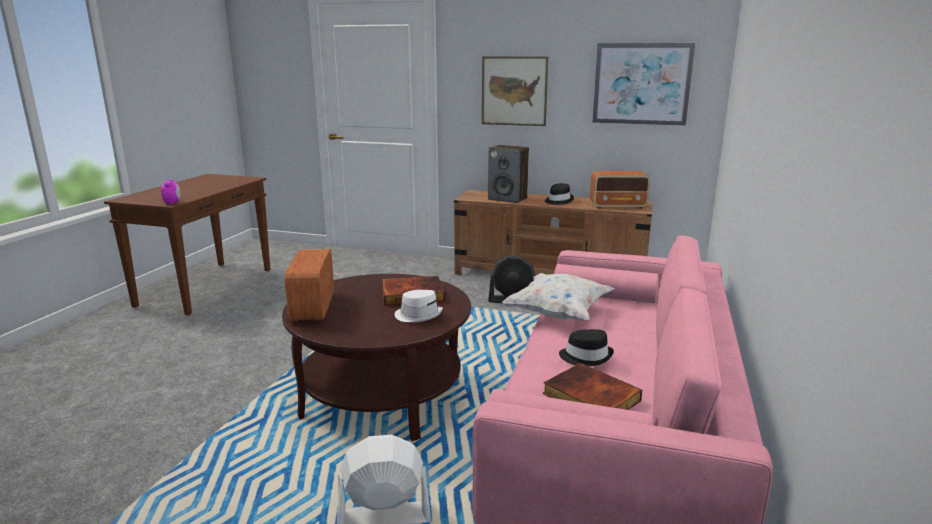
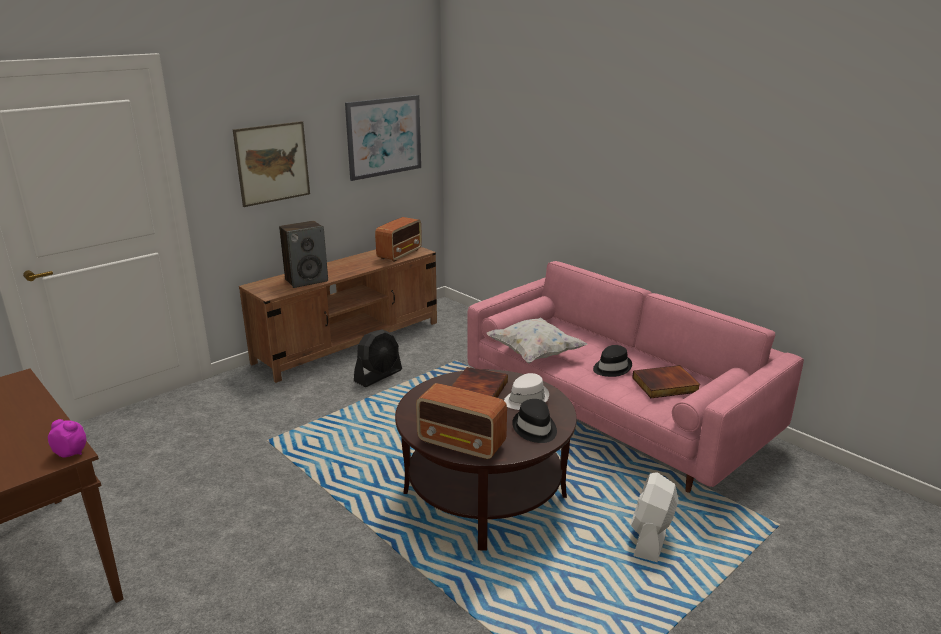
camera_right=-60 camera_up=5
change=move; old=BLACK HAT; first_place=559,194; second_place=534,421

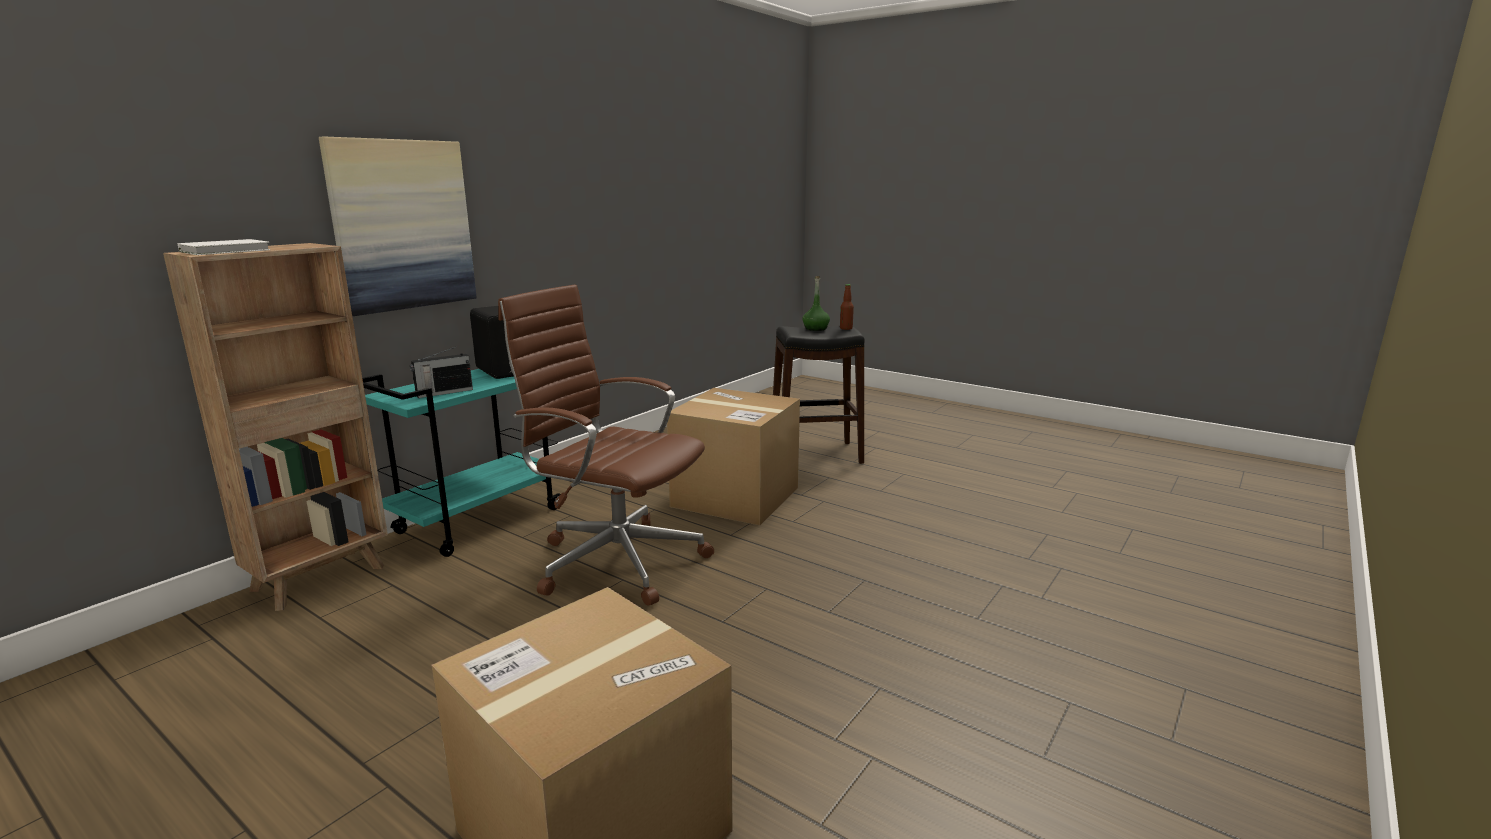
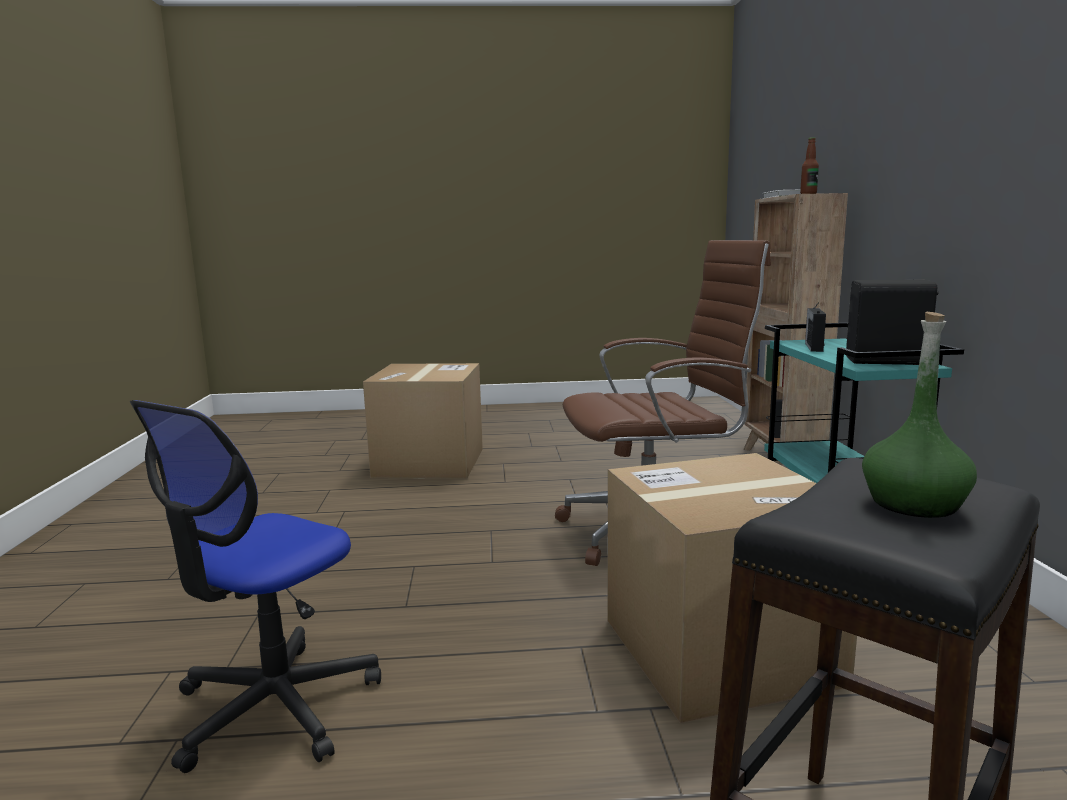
camera_right=140 camera_up=-5
change=delete; old=WALL ART; first_place=398,226
change=insert; new=OFFICE CHAIR; second_place=255,586
change=move; old=BOTTLE; first_place=847,307; second_place=809,165

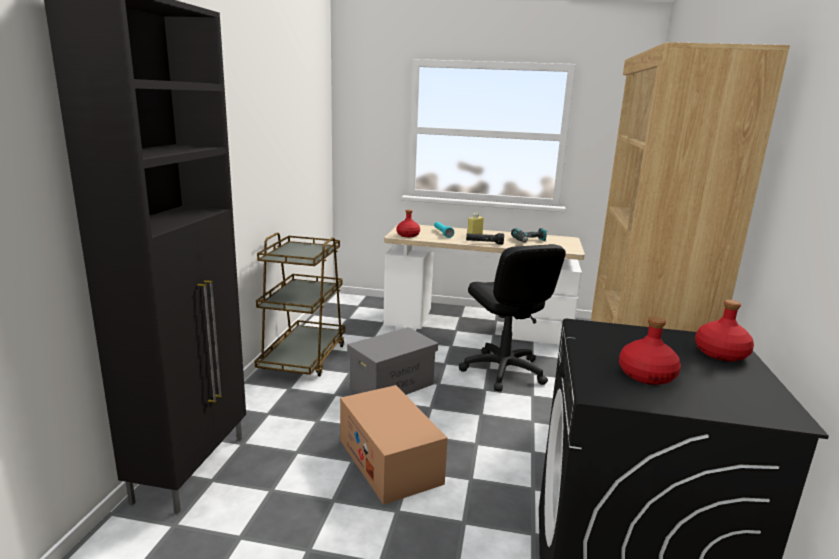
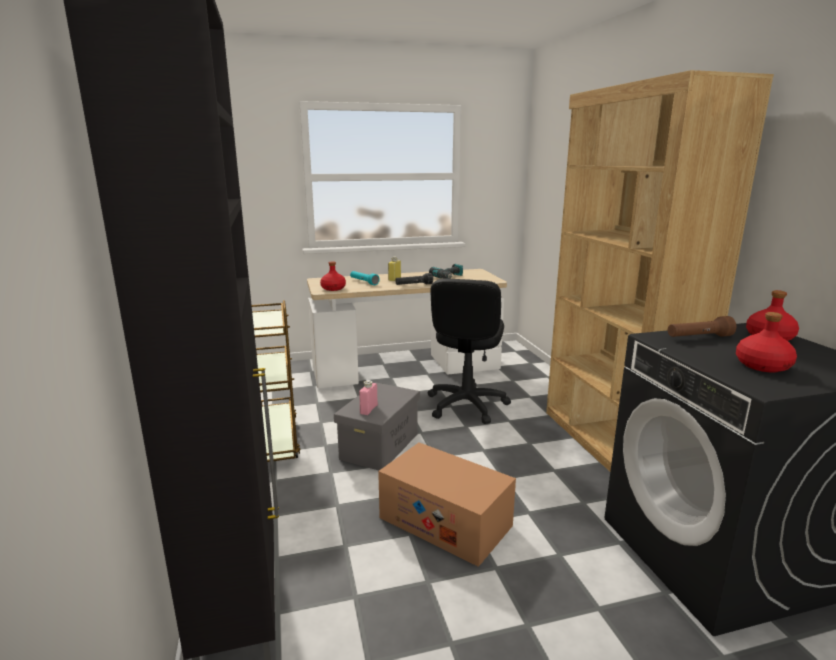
camera_right=-25 camera_up=0
change=insert; new=PINKISH BOTTLE; second_place=368,397
change=insert; new=BROWNISH HAND TORCH; second_place=702,326
change=rotate; old=BLACK OFFICE CHAIR; first_place=512,318; second_place=469,351; degrees=60

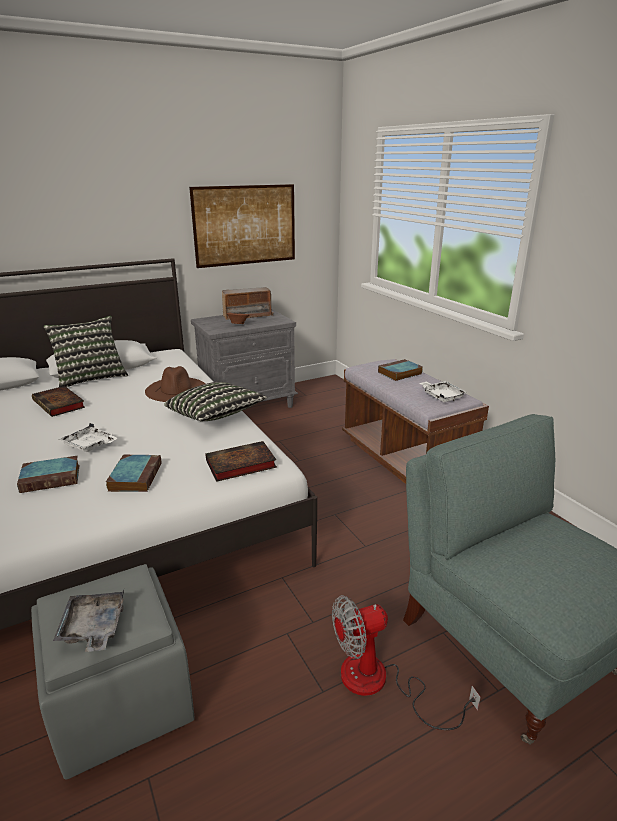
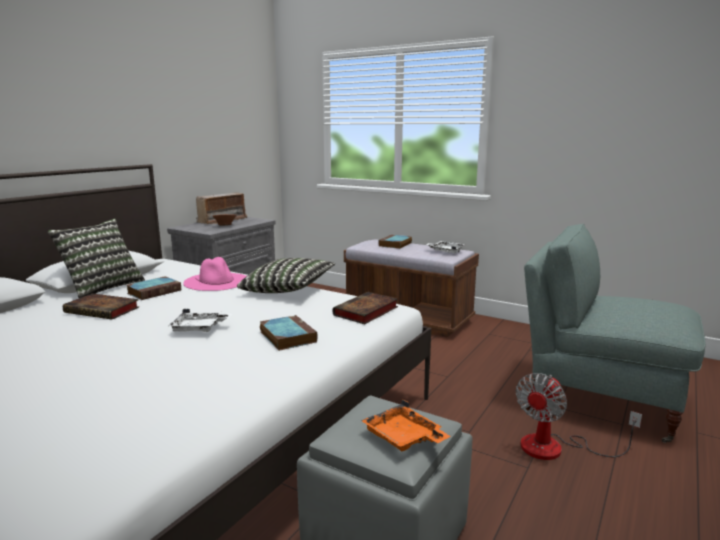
camera_right=-30 camera_up=-10
change=delete; old=WALL ART; first_place=242,226
change=move; old=BOUND BOOK; first_place=48,474; second_place=154,288
change=recolor; old=GRAY SERVING TRAY; new=ORANGE-COLOURED SERVING TRAY; first_place=88,621; second_place=406,425
change=recolor; old=BROWNISH HAT; new=PINKISH HAT; first_place=175,384; second_place=214,274

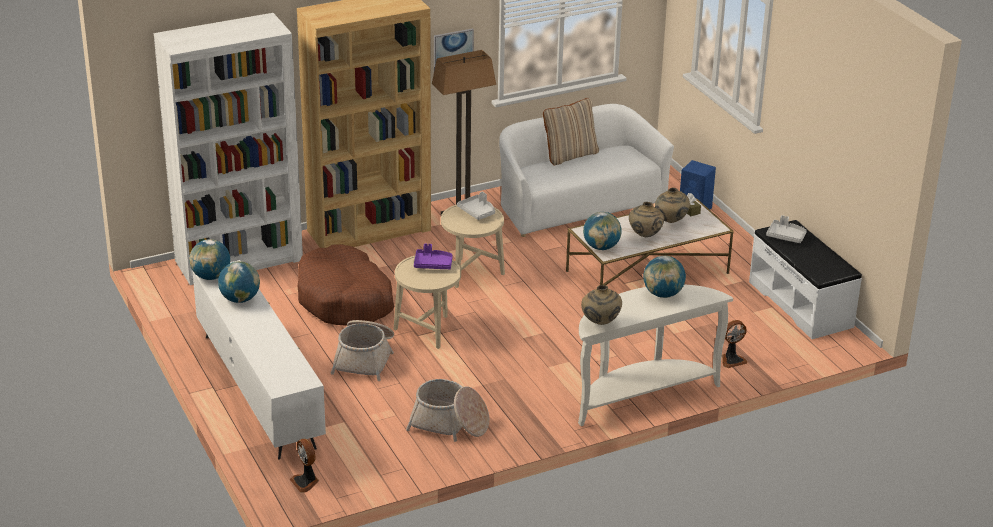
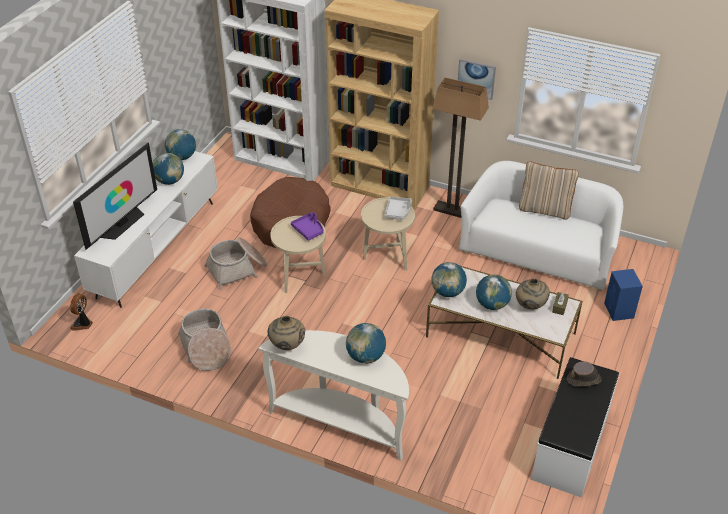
camera_right=50 camera_up=10
change=delete; old=FAN; first_place=734,344
change=insert; new=TV SET; second_place=115,196
change=replace; old=BEIGE-COLOURED VASE; new=WORLD GLOBE; first_place=646,219; second_place=494,292
change=replace; old=GRAY SERVING TRAY; new=BROWNISH HAT; first_place=786,229; second_place=584,374

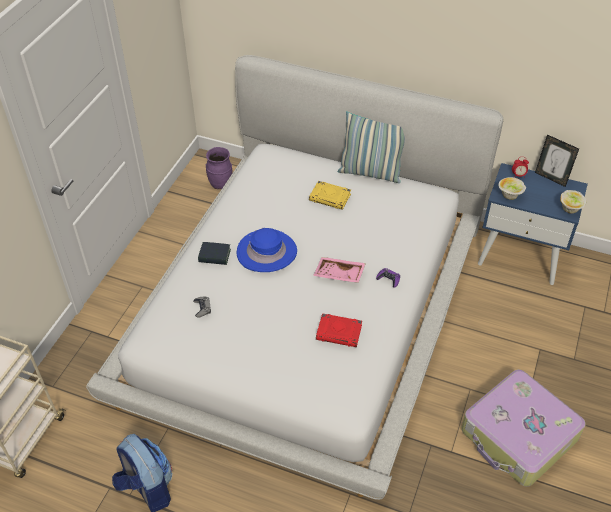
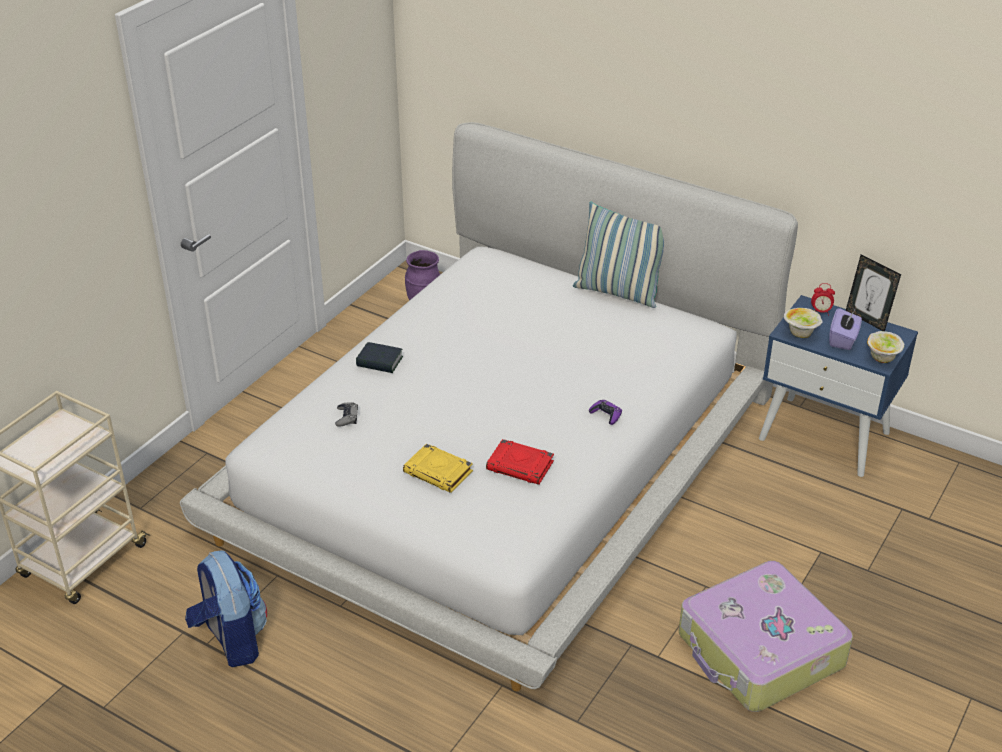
camera_right=10 camera_up=-10
change=delete; old=BLUE-COLOURED HAT; first_place=267,250
change=delete; old=PINKISH SERVING TRAY; first_place=339,270
change=insert; new=PURPLE-COLOURED TISSUE HOLDER; second_place=845,329
change=move; old=YELLOW BOUND BOOK; first_place=330,195; second_place=438,468

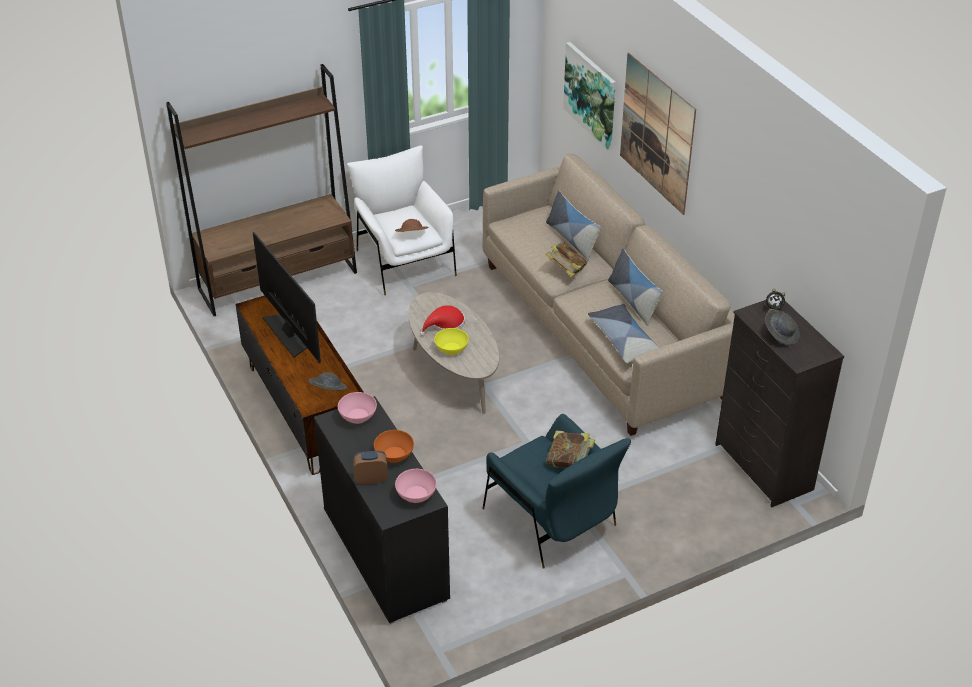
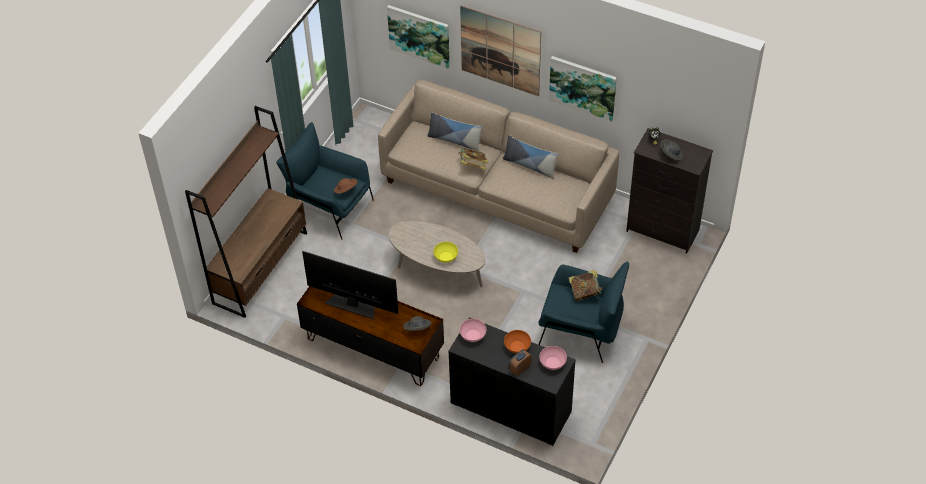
camera_right=-35 camera_up=10
change=delete; old=REDDISH HAT; first_place=442,320
change=delete; old=PILLOW; first_place=624,333
change=insert; new=WALL ART; second_place=583,89
change=recolor; old=WHITE-COLOURED EASY CHAIR; new=BLUE-COLOURED EASY CHAIR; first_place=402,220; second_place=325,181

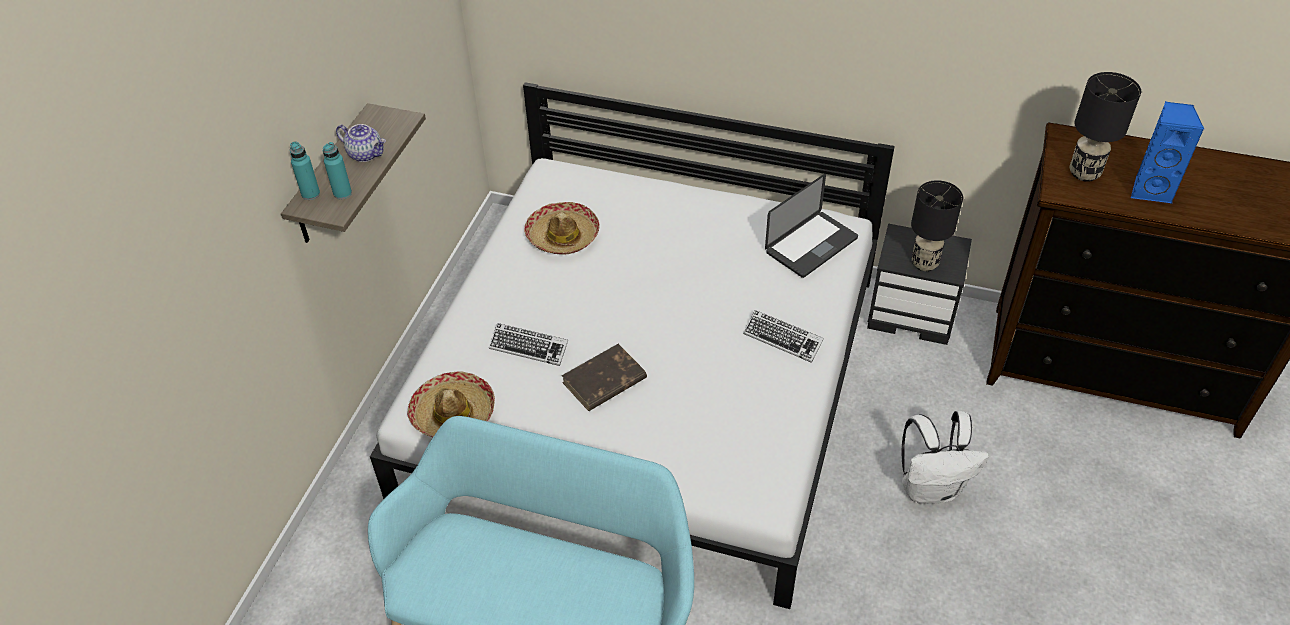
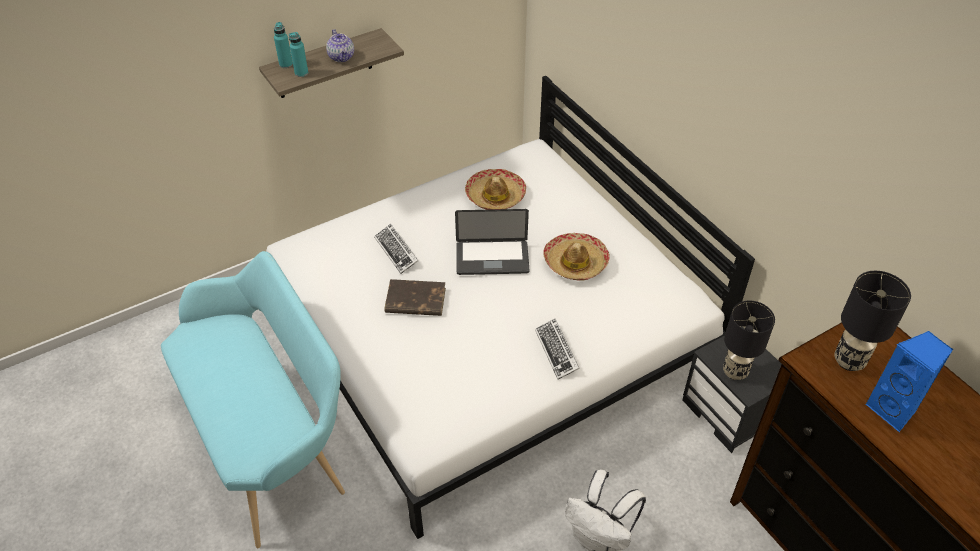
camera_right=40 camera_up=0
change=move; old=HAT; first_place=451,404; second_place=576,257
change=move; old=NOTEBOOK COMPUTER; first_place=811,226; second_place=492,242

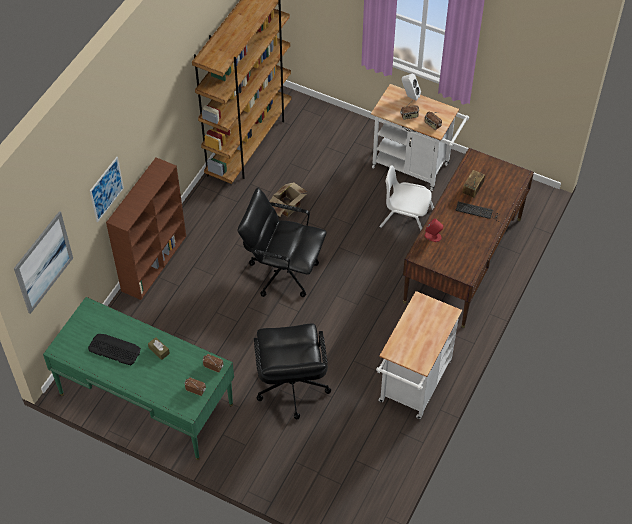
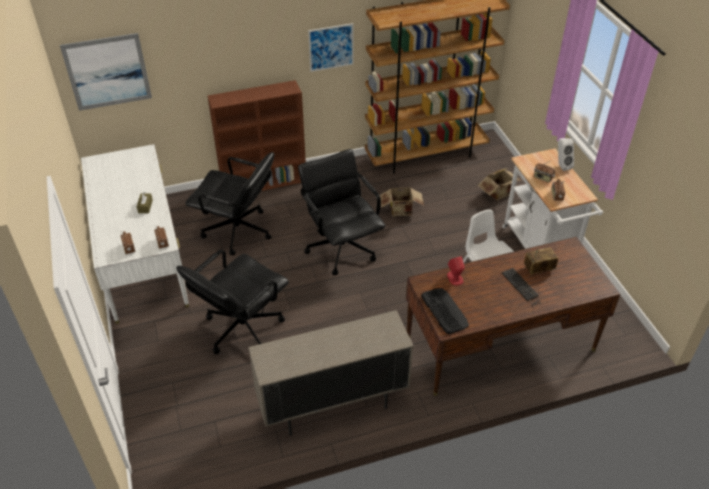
camera_right=45 camera_up=-10
change=insert; new=BLACK OFFICE CHAIR; second_place=229,203
change=insert; new=PACKING BOX; second_place=499,184
change=move; old=KEYBOARD; first_place=114,349; second_place=445,311
change=move; old=WALL ART; first_place=107,189; second_place=330,47
change=replace; old=WHITE-COLOURED TROLLEY; new=BEIGE-COLOURED CABINET; first_place=419,355; second_place=331,373
change=recolor; old=GREEN-COLOURED DESK UNIT; new=WHITE-COLOURED DESK UNIT; first_place=138,378; second_place=135,234

